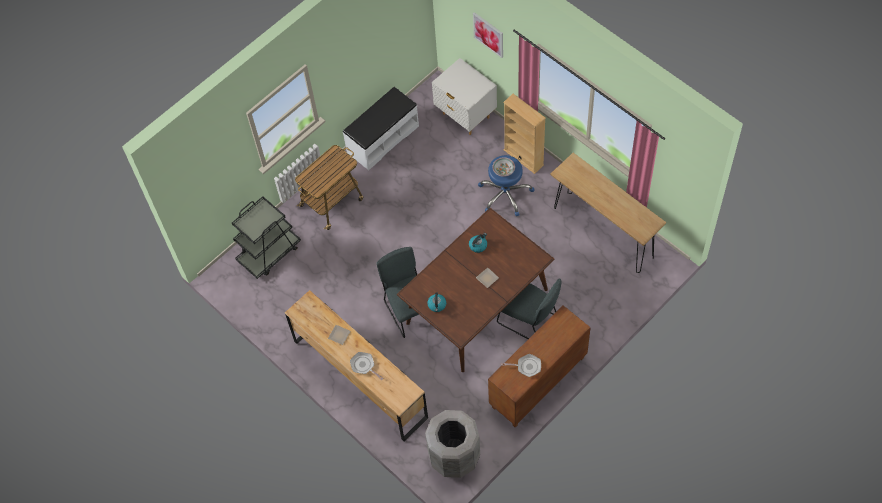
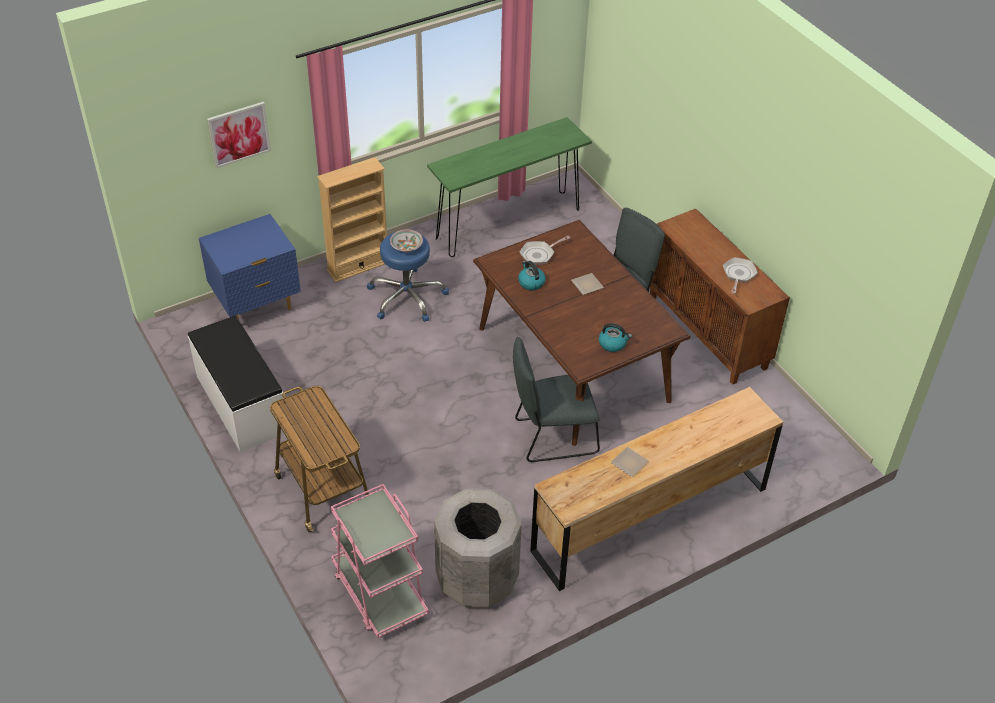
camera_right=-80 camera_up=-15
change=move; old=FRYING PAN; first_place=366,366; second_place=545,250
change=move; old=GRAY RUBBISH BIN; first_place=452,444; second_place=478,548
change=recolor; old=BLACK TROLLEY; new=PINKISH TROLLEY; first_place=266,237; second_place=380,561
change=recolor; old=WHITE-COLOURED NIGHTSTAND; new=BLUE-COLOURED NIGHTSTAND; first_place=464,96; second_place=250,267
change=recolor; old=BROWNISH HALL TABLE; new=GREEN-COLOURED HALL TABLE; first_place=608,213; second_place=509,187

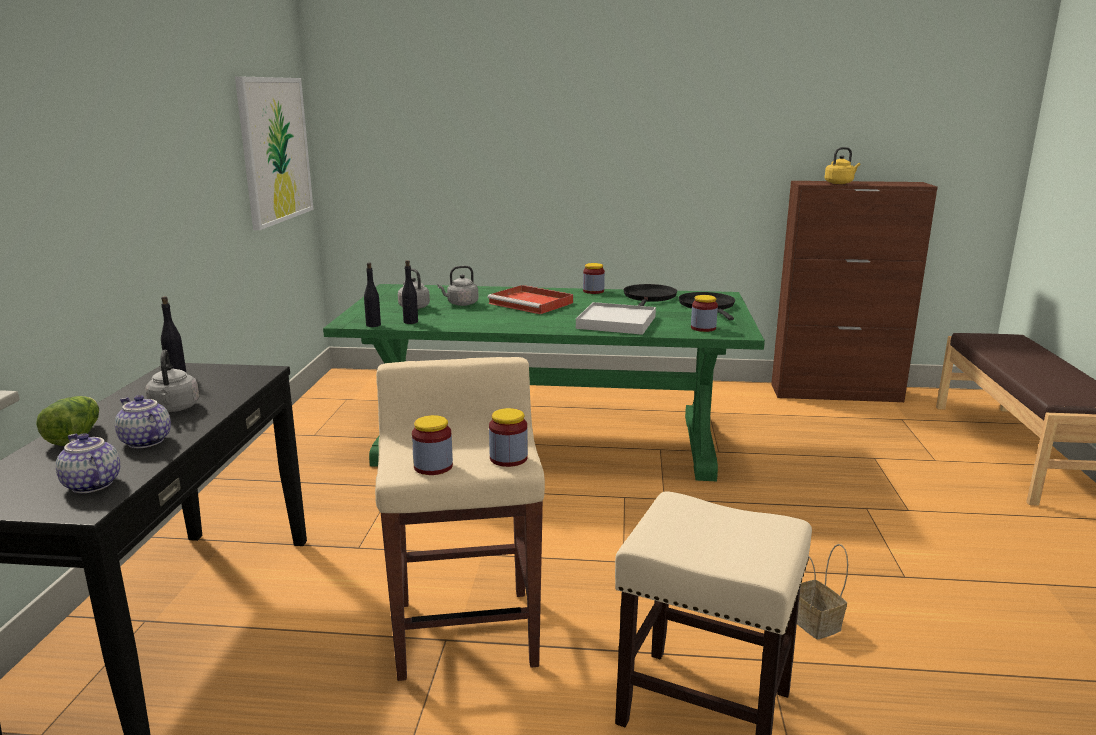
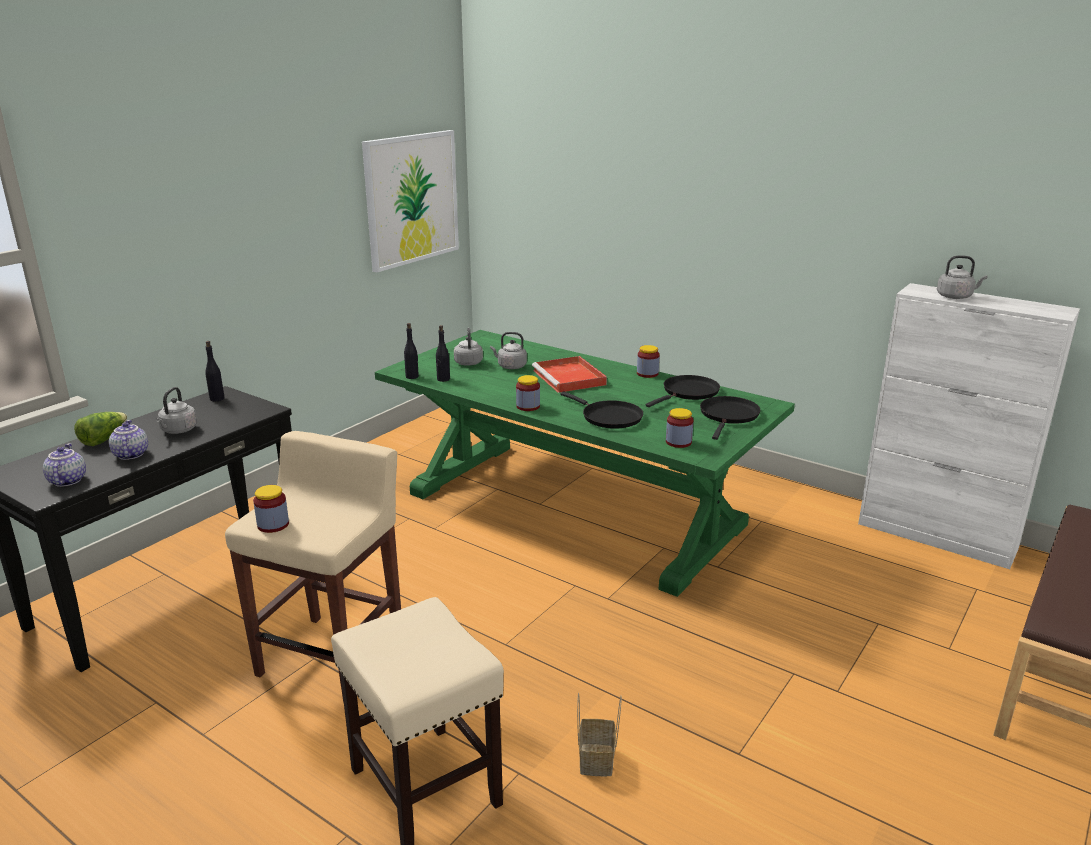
camera_right=30 camera_up=5
change=move; old=JAR; first_place=508,437; second_place=528,393
change=replace; old=WHITE-COLOURED SERVING TRAY; new=BLACK FRYING PAN; first_place=616,318; second_place=601,410
change=recolor; old=BROWNISH CABINET; new=WHITE-COLOURED CABINET; first_place=854,291; second_place=969,426
change=recolor; old=YELLOW WATER KETTLE; new=GRAY WATER KETTLE; first_place=842,165; second_place=962,277

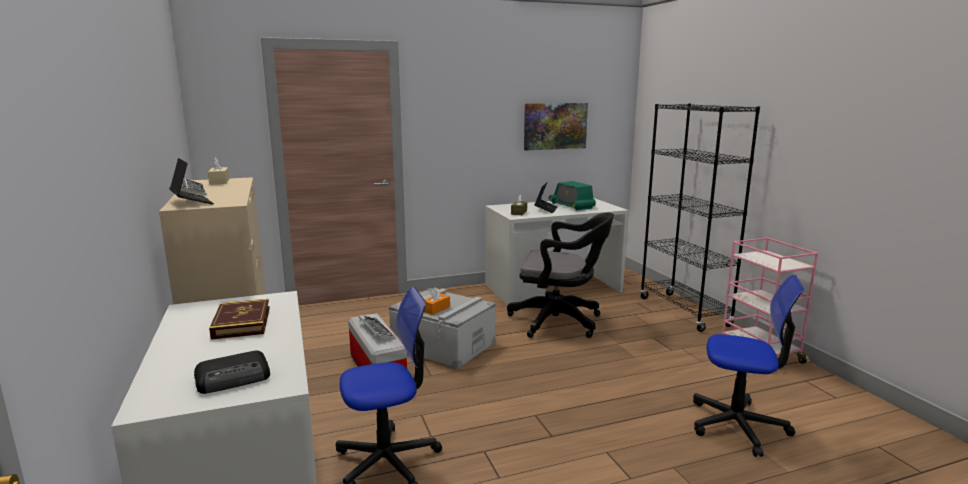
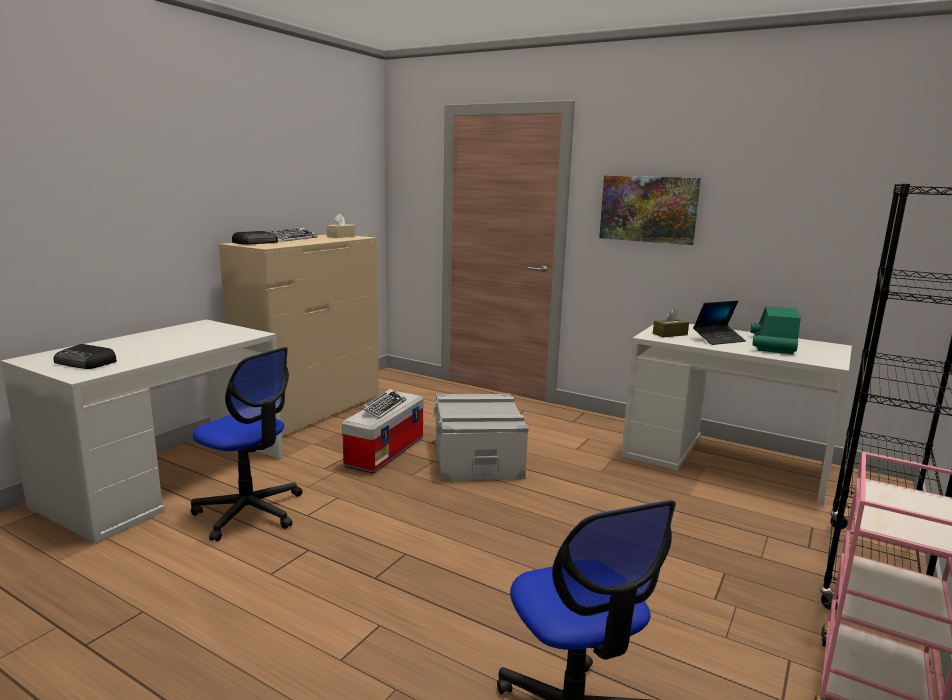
camera_right=50 camera_up=0
change=delete; old=BOUND BOOK; first_place=239,319
change=delete; old=ORANGE-COLOURED TISSUE HOLDER; first_place=437,301
change=delete; old=BLACK OFFICE CHAIR; first_place=560,275
change=move; old=WALL ART; first_place=556,126; second_place=650,210
change=replace; old=NOTEBOOK COMPUTER; new=RADIO; first_place=191,181; second_place=255,238

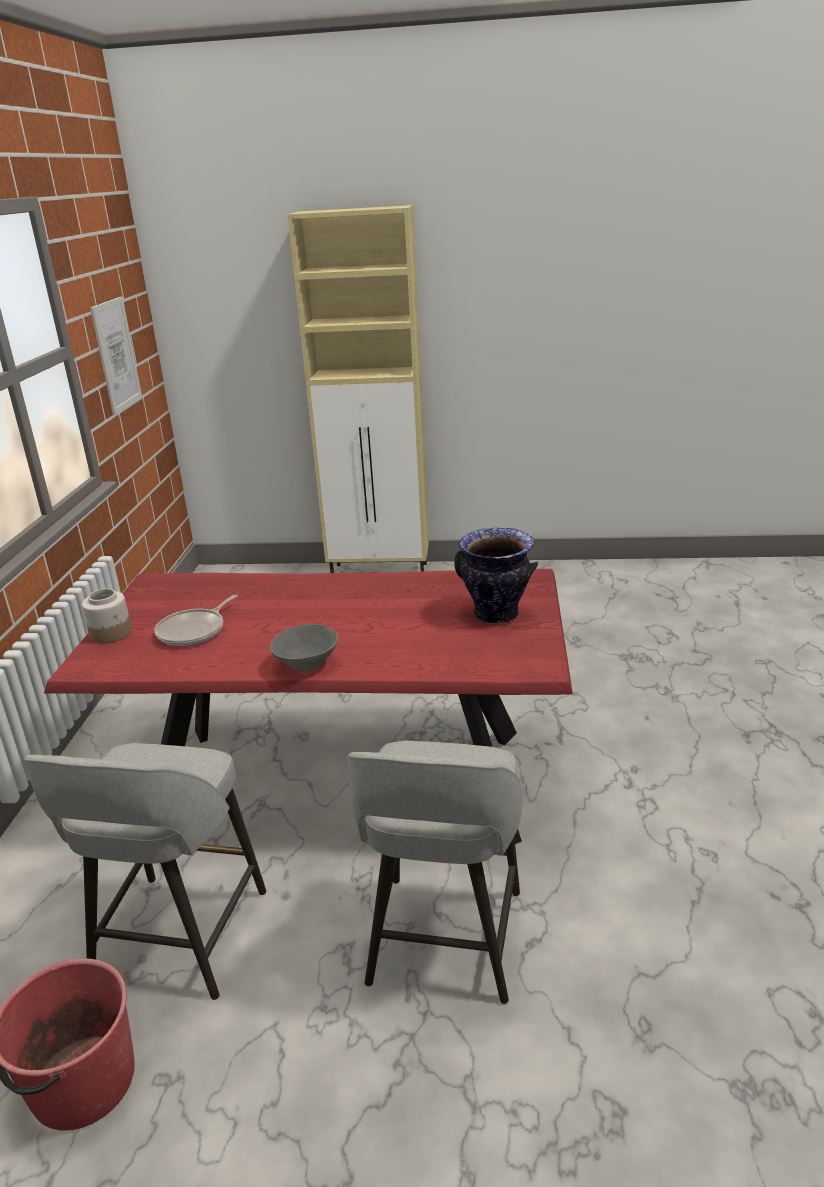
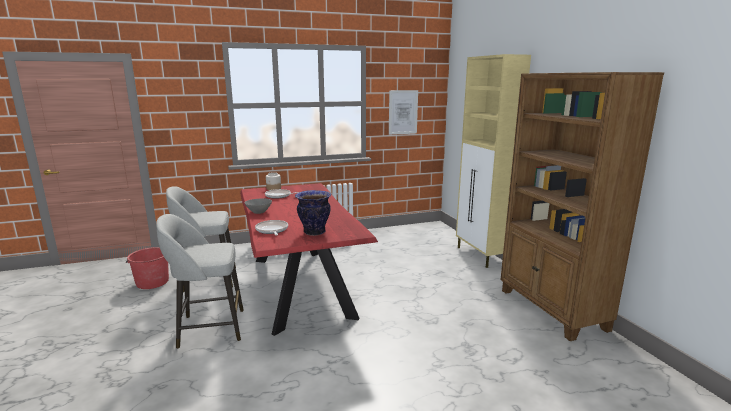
camera_right=65 camera_up=-10
change=insert; new=FRYING PAN; second_place=271,227
change=insert; new=BROWNISH SHELVING UNIT; second_place=582,206

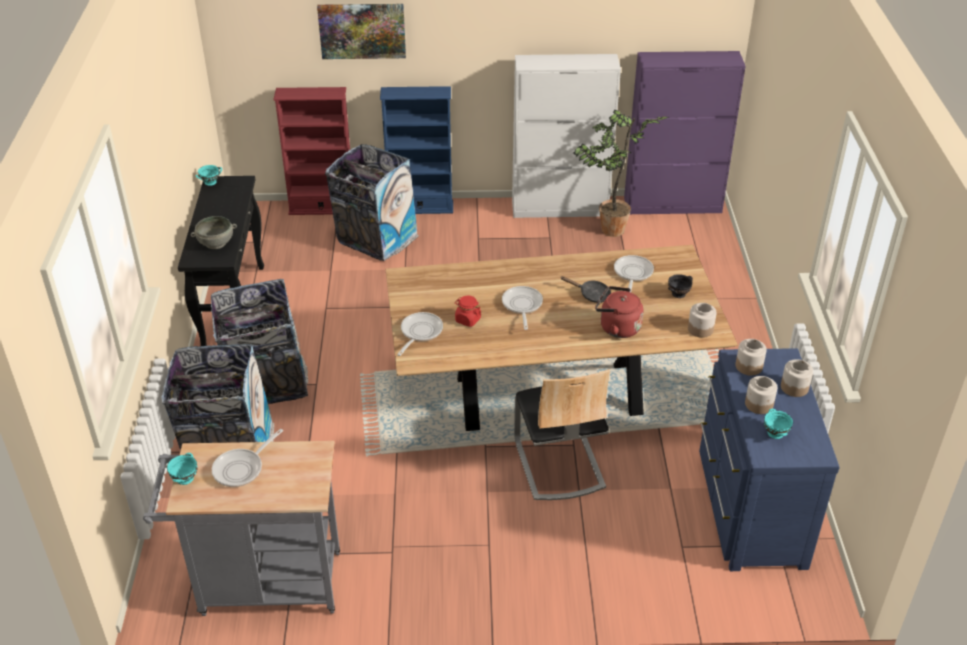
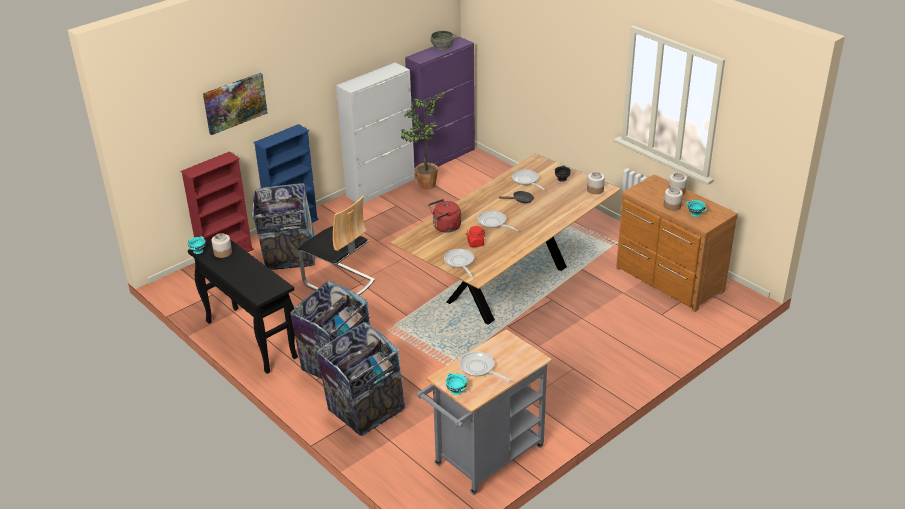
camera_right=-40 camera_up=-5
change=move; old=GRAY DEEP DISH; first_place=213,232; second_place=442,40
change=move; old=PLAIN CHAIR; first_place=562,434; second_place=336,245
change=move; old=REDDISH WATER KETTLE; first_place=619,312; second_place=445,216
change=move; old=JAR; first_place=751,357; second_place=222,245
change=recolor; old=BLUE-COLOURED DRESSER; new=BROWNISH DRESSER; first_place=769,459; second_place=677,243
change=rotate; old=FRYING PAN; first_place=247,458; second_place=485,367; degrees=135

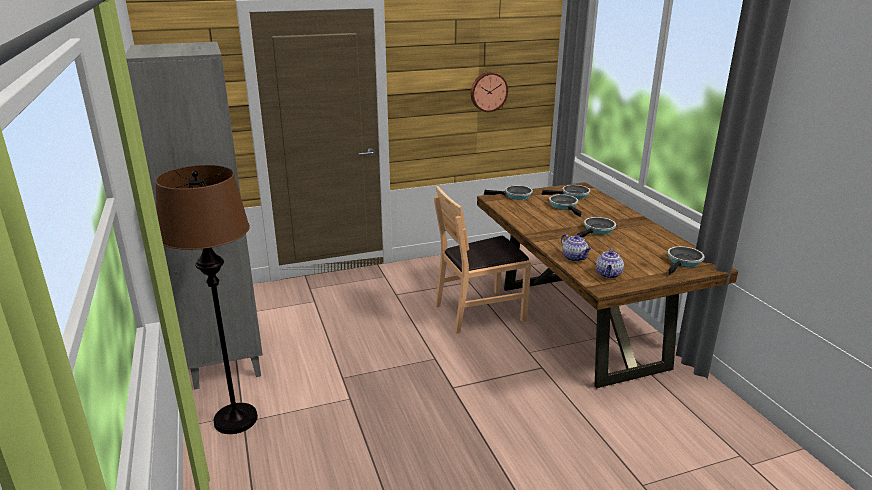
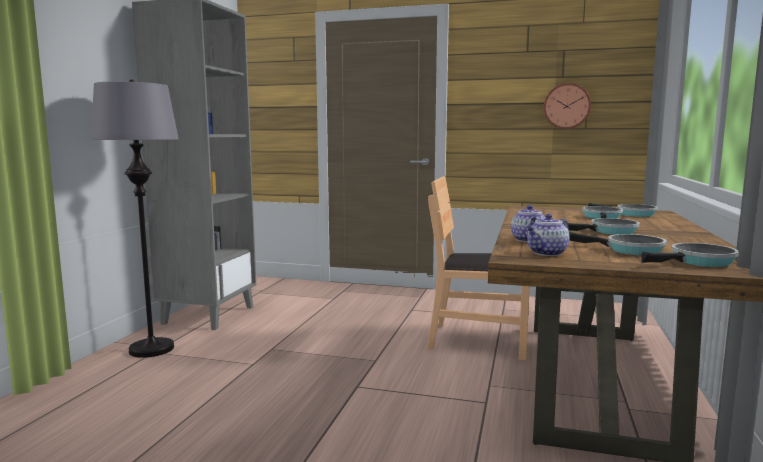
camera_right=35 camera_up=-15
change=move; old=FRYING PAN; first_place=508,192; second_place=618,243
change=recolor; old=BROWNISH STANDARD LAMP; new=GRAY STANDARD LAMP; first_place=206,299; second_place=134,218

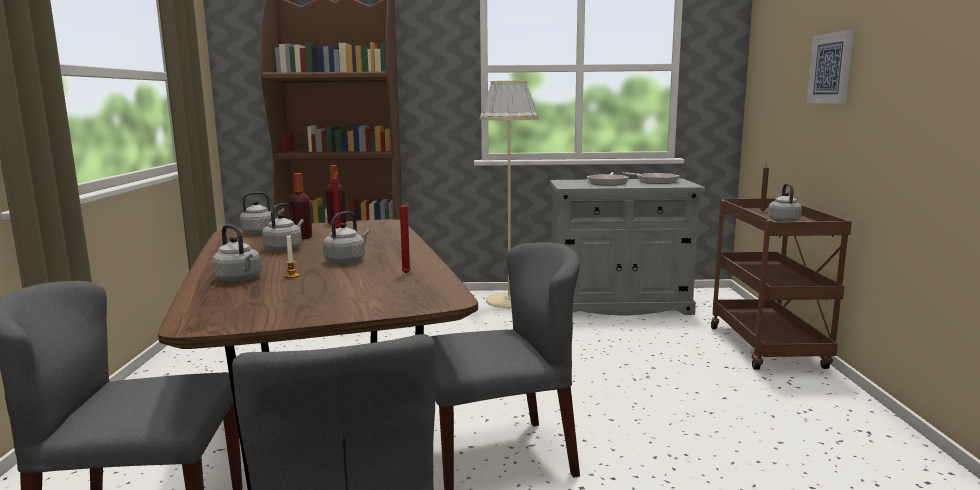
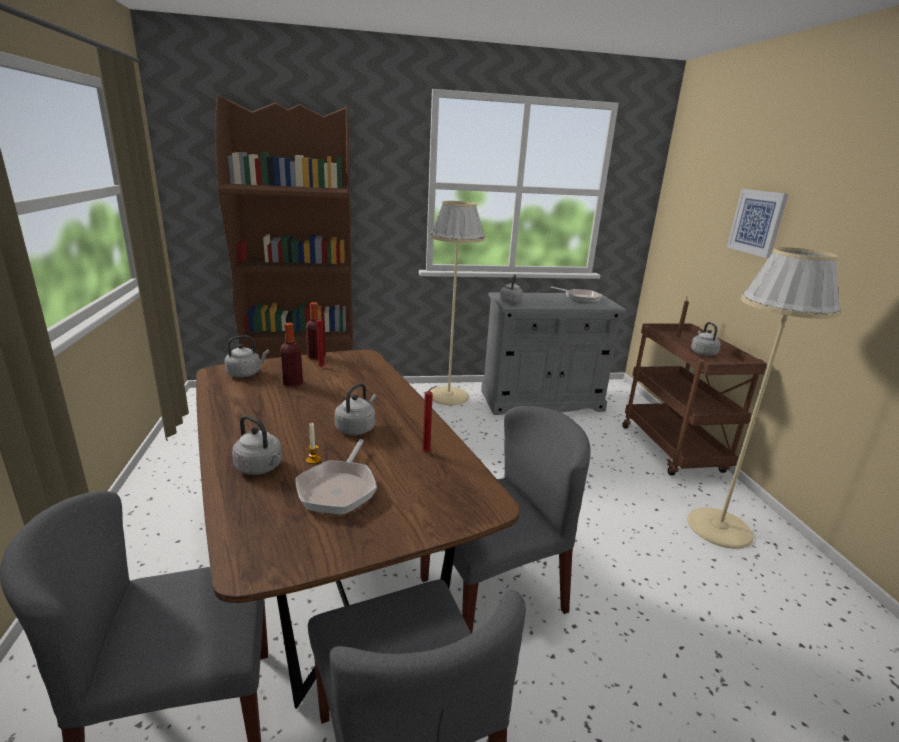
camera_right=-10 camera_up=10
change=insert; new=BEIGE-COLOURED STANDARD LAMP; second_place=764,398
change=move; old=GRAY WATER KETTLE; first_place=283,227; second_place=511,288
change=move; old=FRYING PAN; first_place=608,179; second_place=336,477

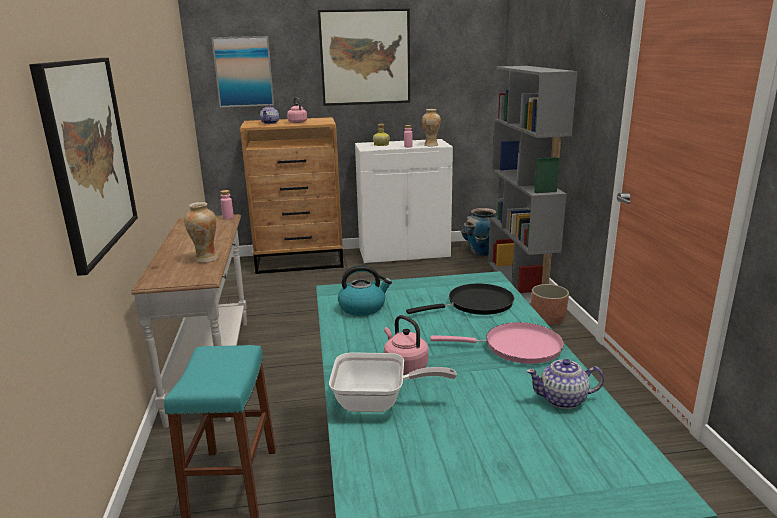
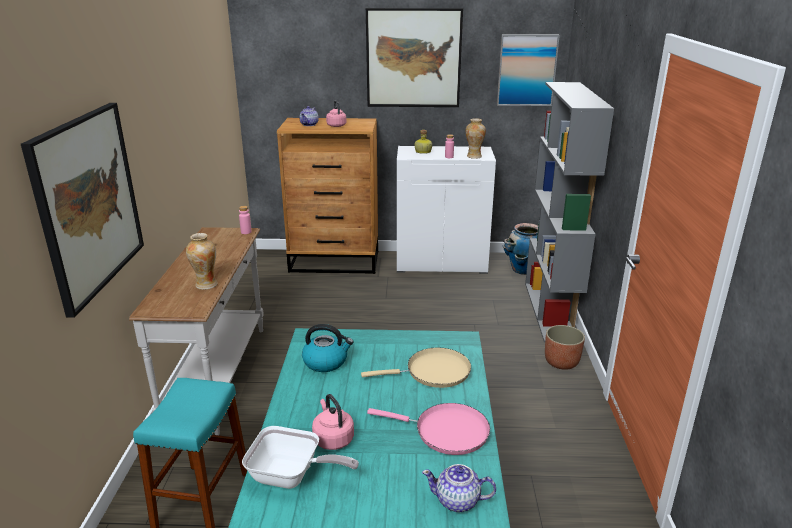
camera_right=10 camera_up=5
change=move; old=WALL ART; first_place=242,72; second_place=528,70
change=recolor; old=BLACK FRYING PAN; new=BEIGE-COLOURED FRYING PAN; first_place=460,299; second_place=416,368

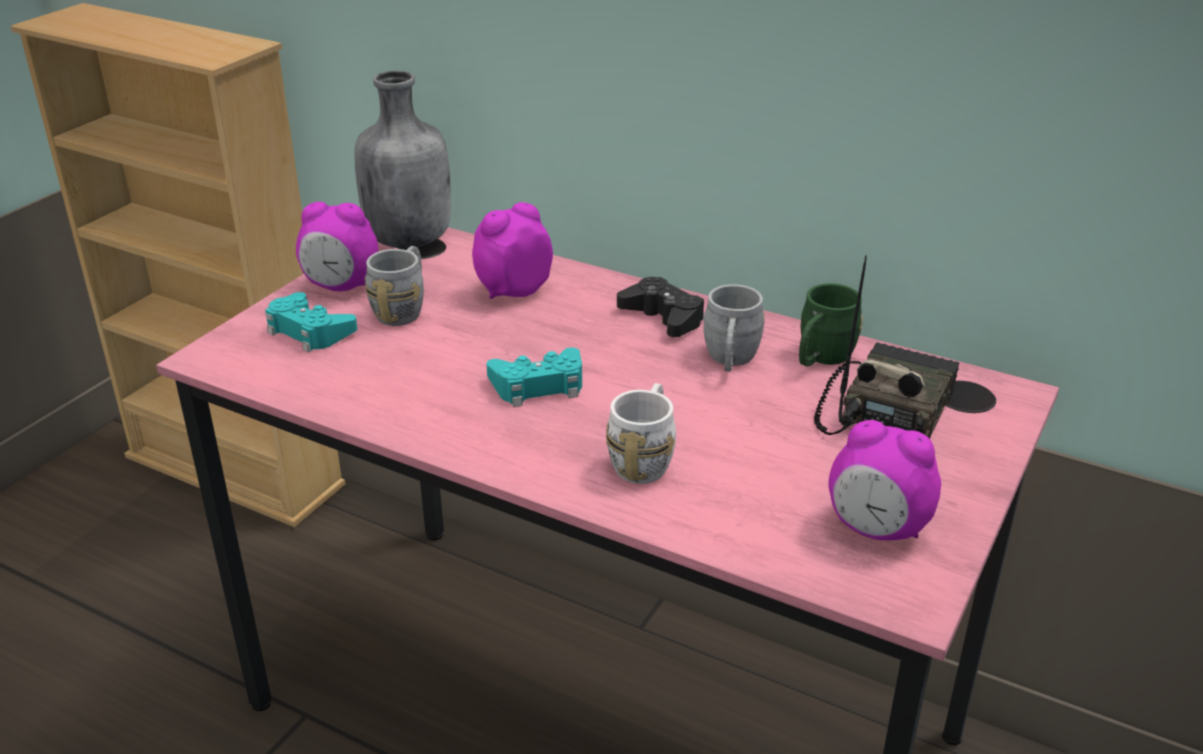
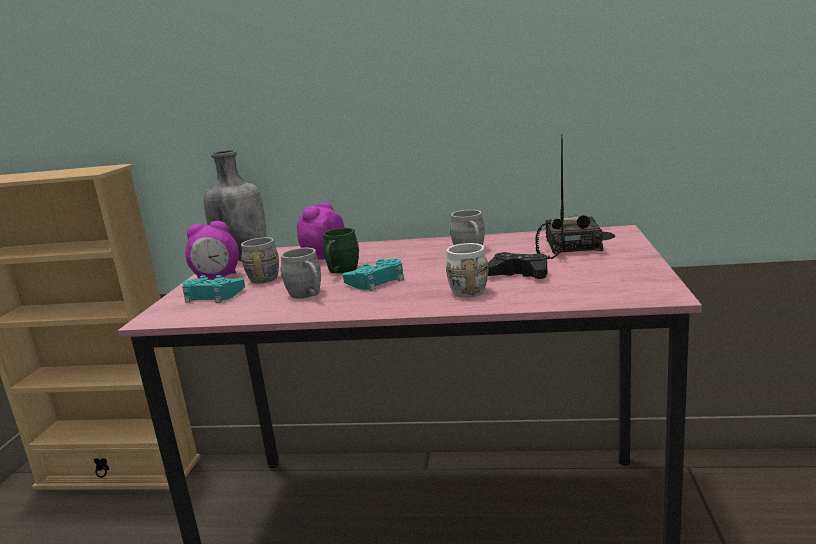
camera_right=-20 camera_up=-15
change=delete; old=TABLE CLOCK; first_place=885,480
change=insert; new=GRAY TEA MUG; second_place=300,273
change=move; old=BLACK JOYPAD; first_place=660,307; second_place=518,265
change=move; old=GREEN-COLOURED TEA MUG; first_place=831,324; second_place=341,250

